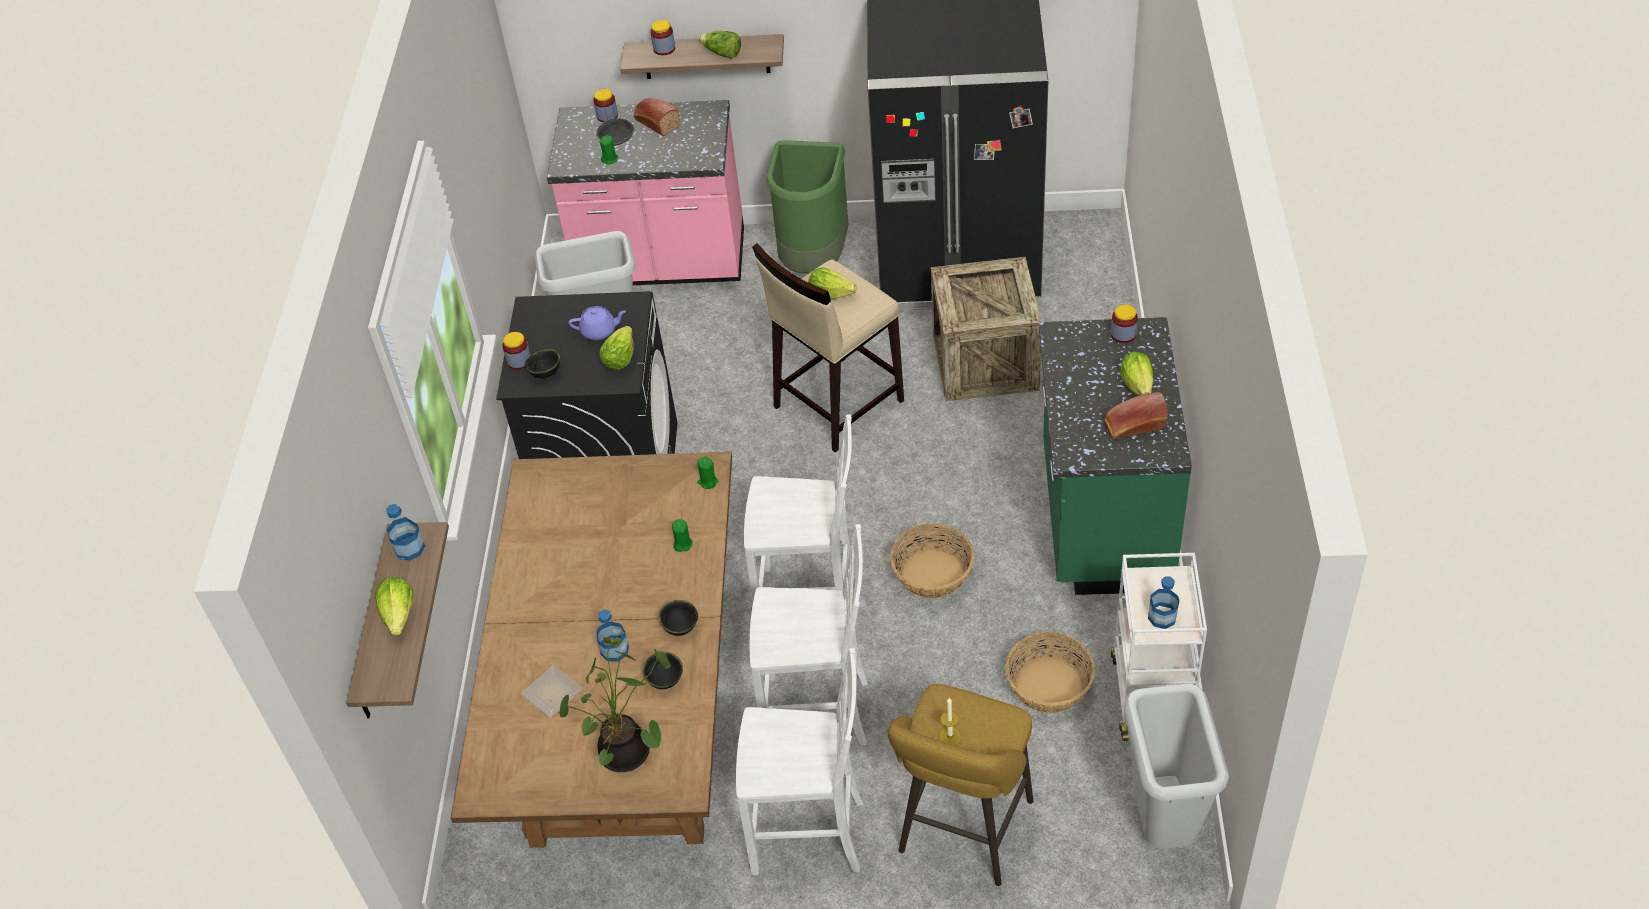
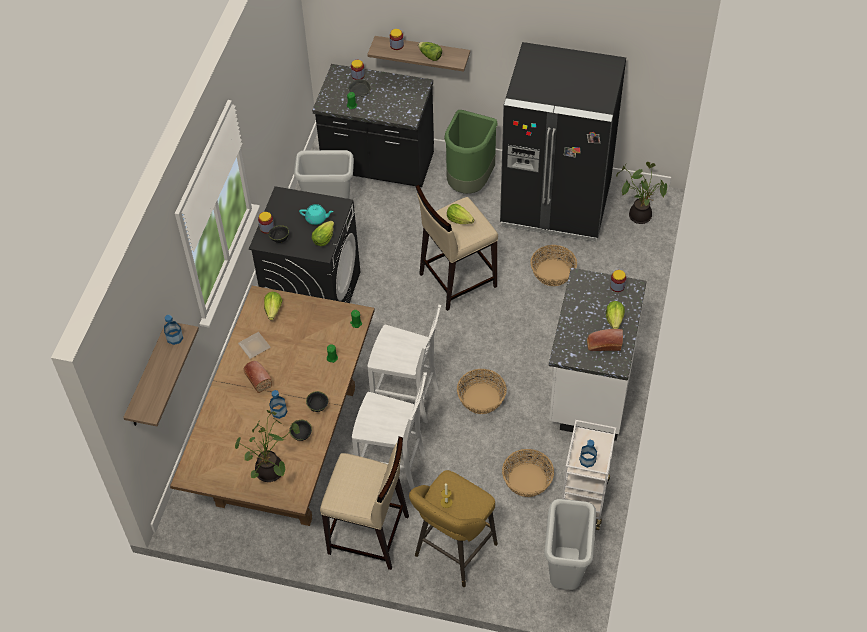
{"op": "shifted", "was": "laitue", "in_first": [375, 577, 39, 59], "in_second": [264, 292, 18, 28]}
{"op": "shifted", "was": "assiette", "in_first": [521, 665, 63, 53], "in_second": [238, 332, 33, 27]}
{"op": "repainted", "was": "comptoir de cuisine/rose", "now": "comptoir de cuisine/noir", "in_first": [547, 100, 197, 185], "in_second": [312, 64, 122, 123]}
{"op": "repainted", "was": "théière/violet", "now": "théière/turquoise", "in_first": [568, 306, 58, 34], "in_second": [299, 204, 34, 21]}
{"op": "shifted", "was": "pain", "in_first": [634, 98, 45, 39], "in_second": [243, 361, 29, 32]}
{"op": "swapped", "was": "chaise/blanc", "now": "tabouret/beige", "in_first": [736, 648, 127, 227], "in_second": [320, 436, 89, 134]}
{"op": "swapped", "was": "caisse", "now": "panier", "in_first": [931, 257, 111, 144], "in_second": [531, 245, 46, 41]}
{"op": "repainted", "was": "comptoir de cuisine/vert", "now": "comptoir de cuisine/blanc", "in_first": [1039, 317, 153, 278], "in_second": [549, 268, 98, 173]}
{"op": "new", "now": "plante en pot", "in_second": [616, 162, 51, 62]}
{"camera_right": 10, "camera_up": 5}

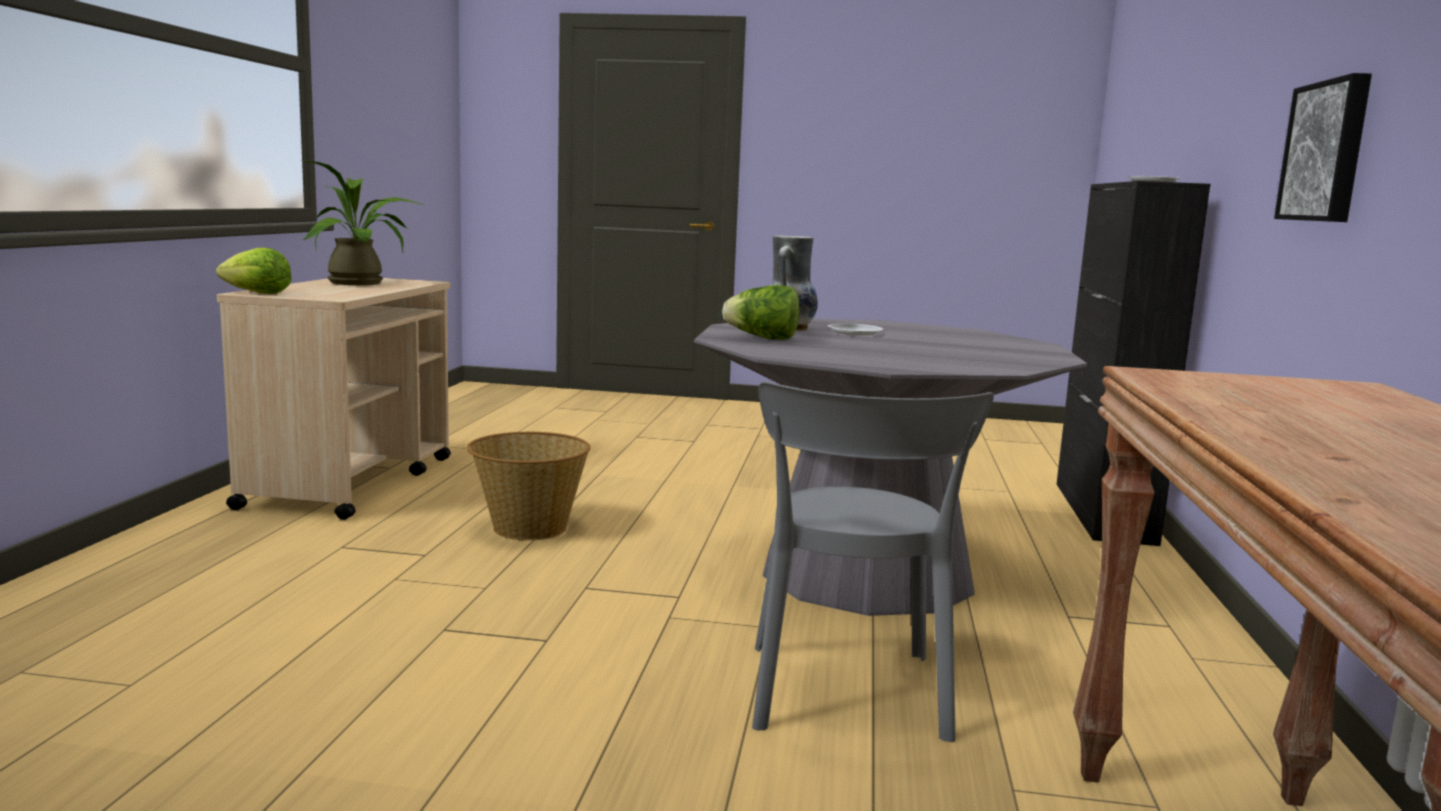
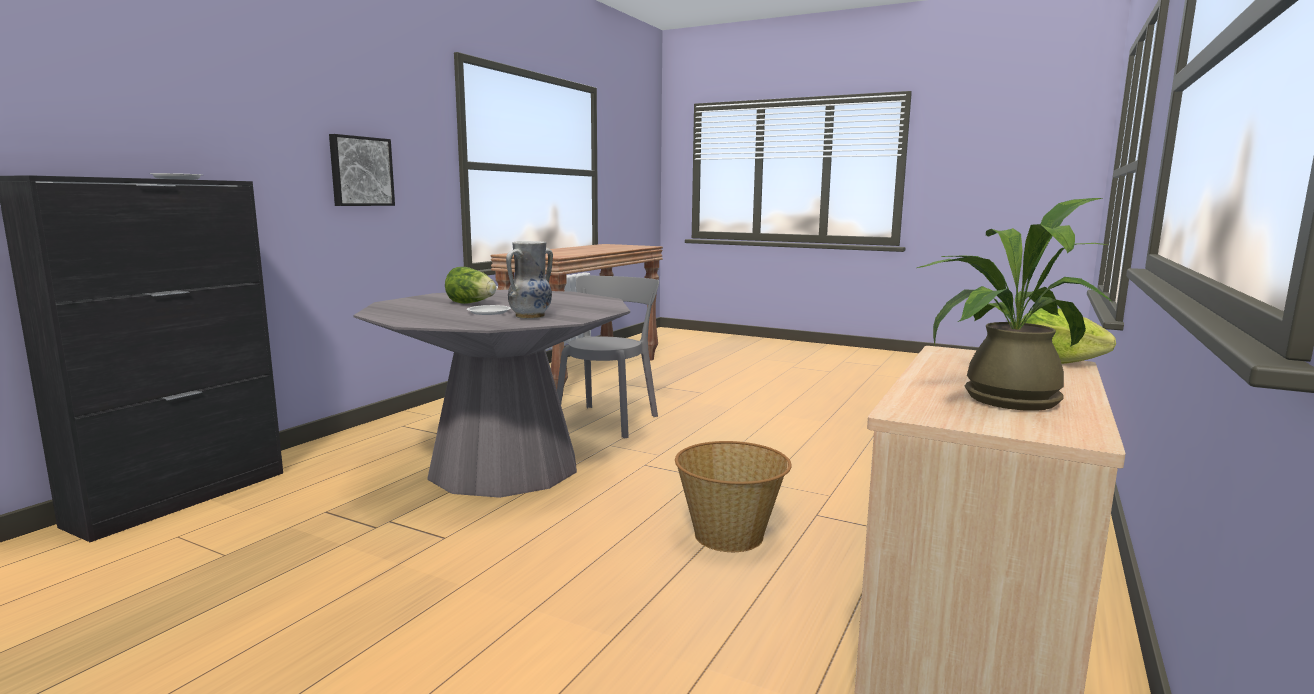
{"op": "shifted", "was": "laitue", "in_first": [722, 285, 78, 54], "in_second": [445, 267, 52, 37]}
{"camera_right": -160, "camera_up": 0}

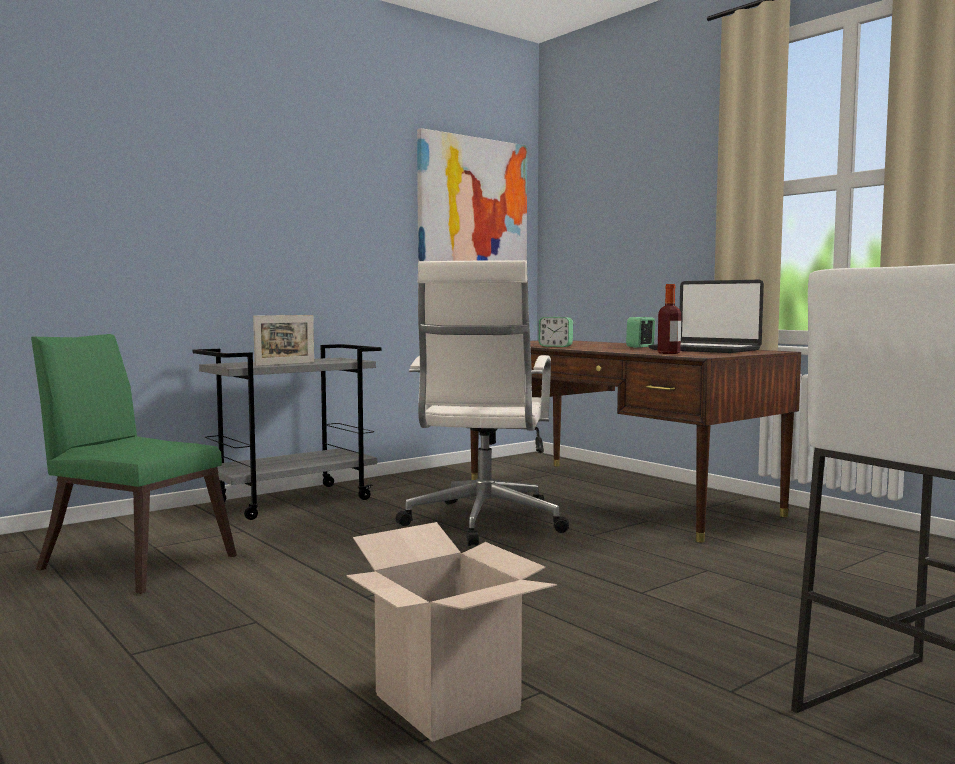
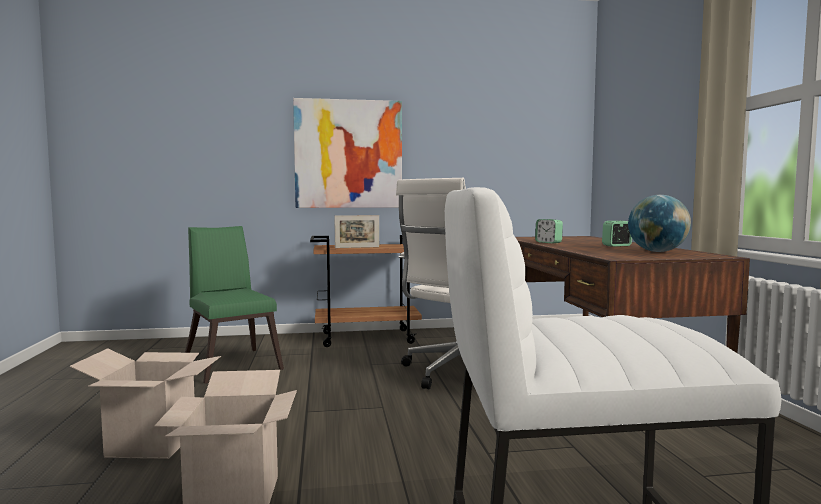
{"op": "repainted", "was": "chariot/gris", "now": "chariot/marron", "in_first": [193, 344, 189, 176], "in_second": [310, 235, 112, 112]}
{"op": "shifted", "was": "tableau", "in_first": [417, 128, 110, 134], "in_second": [293, 98, 109, 110]}
{"op": "swapped", "was": "ordinateur portable", "now": "globe", "in_first": [649, 280, 115, 73], "in_second": [628, 195, 63, 57]}
{"op": "gone", "was": "bouteille", "in_first": [658, 284, 23, 70]}
{"op": "new", "now": "carton", "in_second": [69, 348, 152, 111]}
{"camera_right": 30, "camera_up": 0}

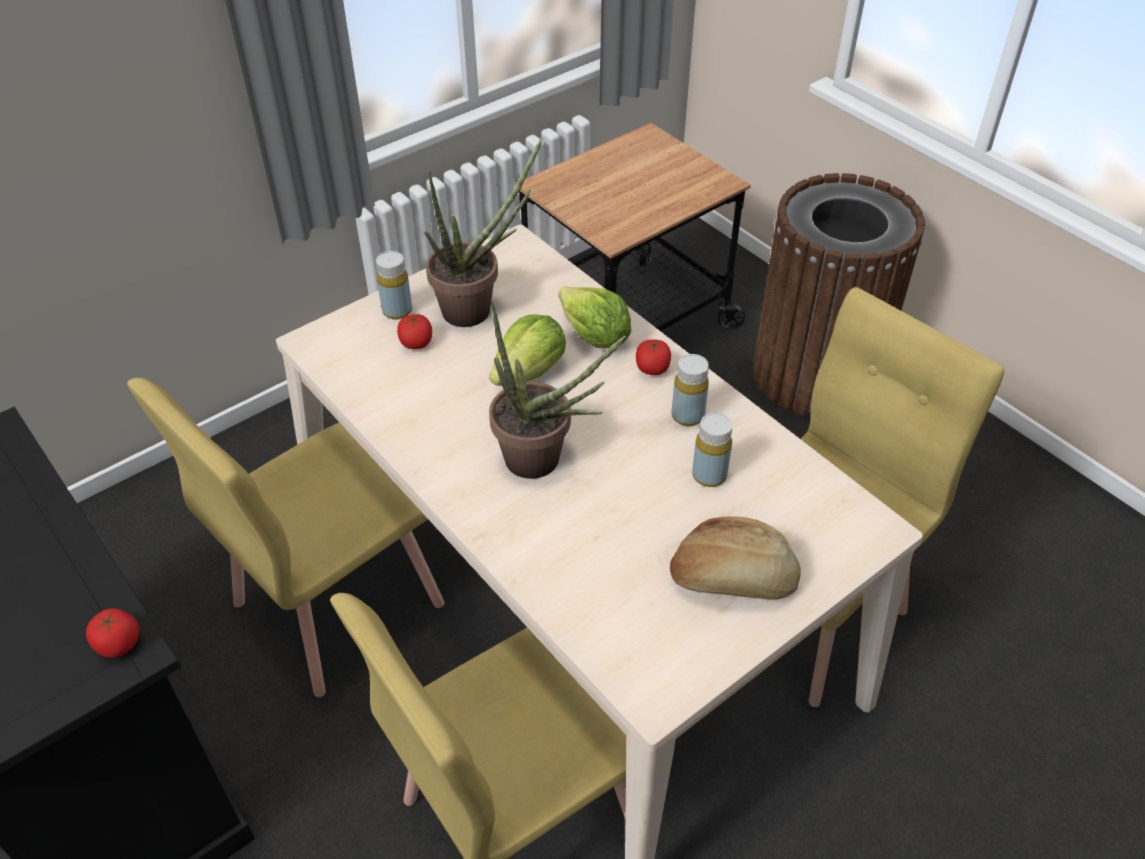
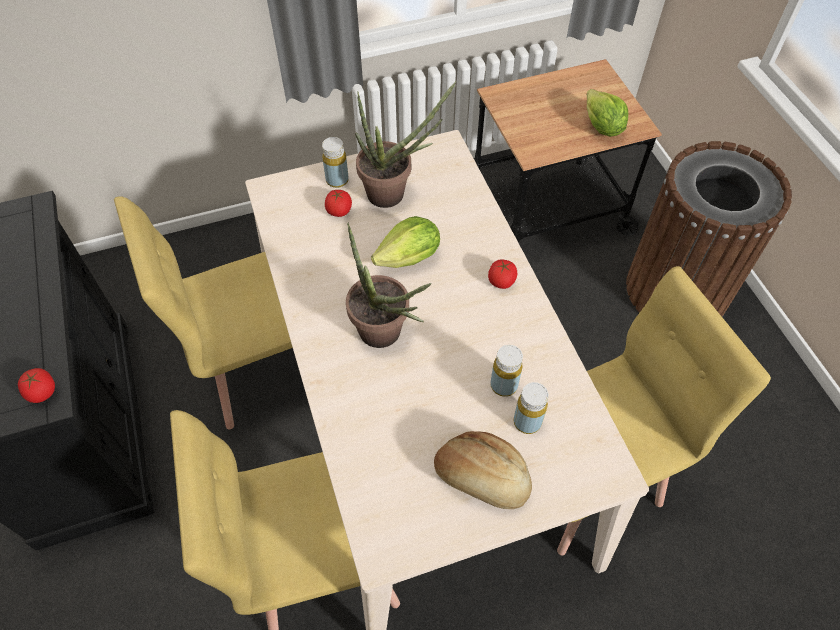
{"op": "shifted", "was": "laitue", "in_first": [558, 286, 73, 62], "in_second": [587, 89, 41, 48]}
{"op": "shifted", "was": "bouteille/jaune", "in_first": [672, 354, 37, 72], "in_second": [513, 382, 36, 52]}
{"camera_right": 20, "camera_up": 10}

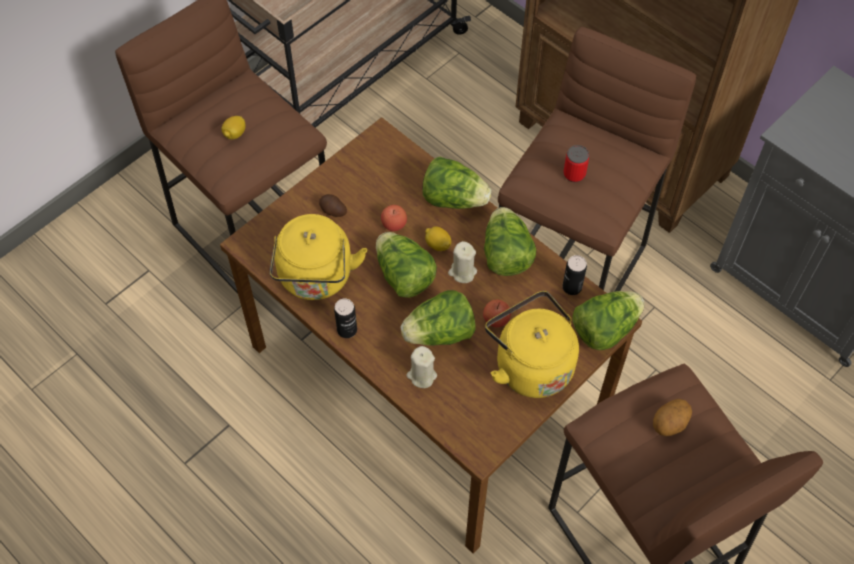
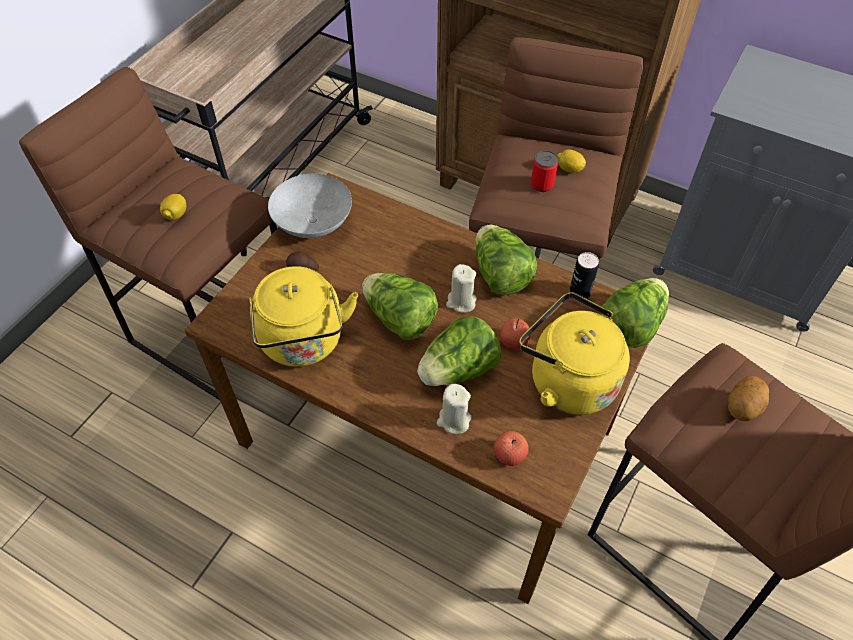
{"op": "gone", "was": "boîte métallique", "in_first": [334, 299, 23, 39]}
{"op": "shifted", "was": "pomme", "in_first": [381, 205, 26, 26], "in_second": [494, 431, 35, 35]}
{"op": "gone", "was": "laitue", "in_first": [422, 156, 69, 53]}
{"op": "shifted", "was": "citron", "in_first": [425, 226, 26, 25], "in_second": [557, 149, 29, 24]}
{"op": "new", "now": "bol/gris", "in_second": [268, 174, 84, 64]}
{"camera_right": -15, "camera_up": -5}

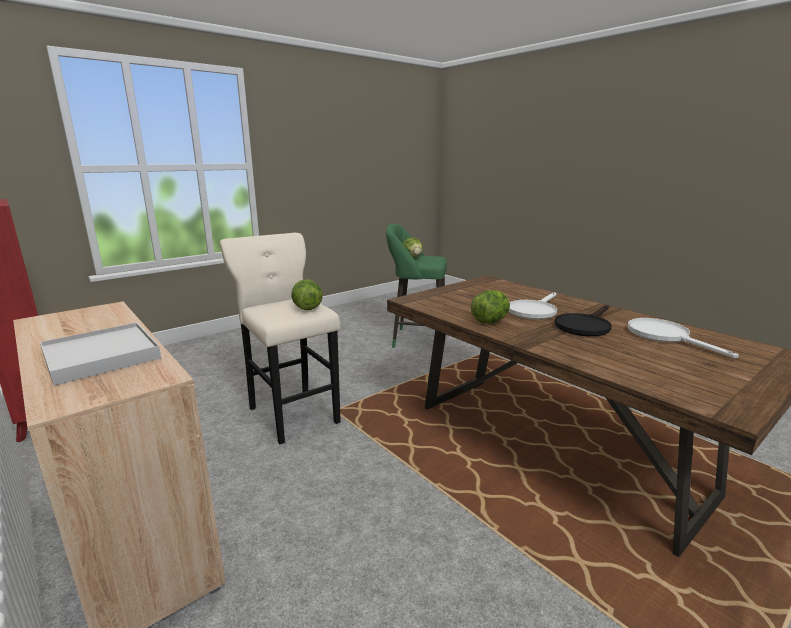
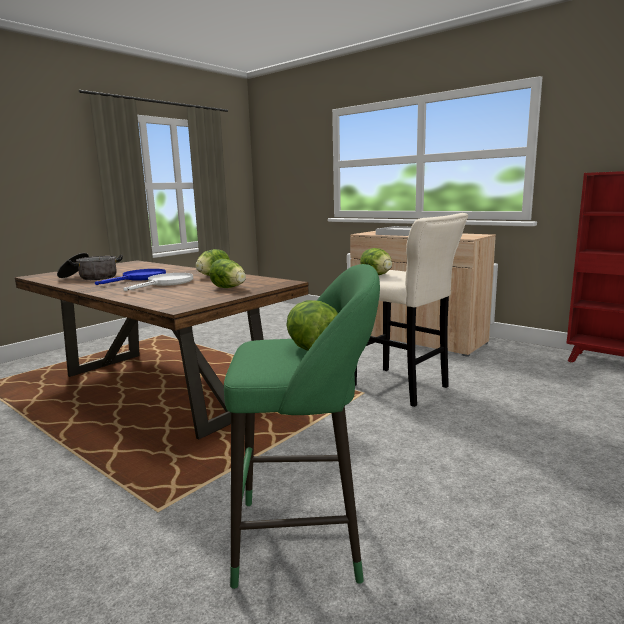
{"op": "repainted", "was": "poêle/noir", "now": "poêle/bleu", "in_first": [555, 305, 57, 31], "in_second": [95, 269, 71, 16]}
{"op": "swapped", "was": "poêle/blanc", "now": "marmite", "in_first": [627, 318, 112, 40], "in_second": [57, 253, 66, 27]}
{"op": "new", "now": "laitue", "in_second": [209, 259, 37, 29]}
{"camera_right": 170, "camera_up": -5}

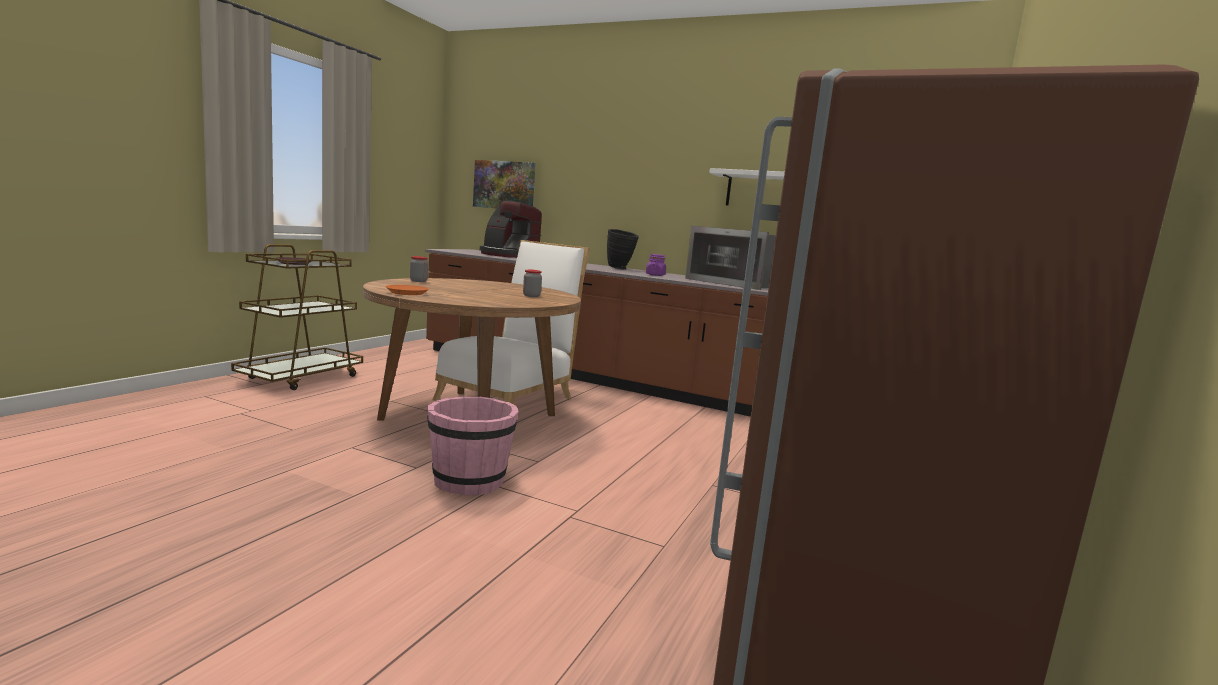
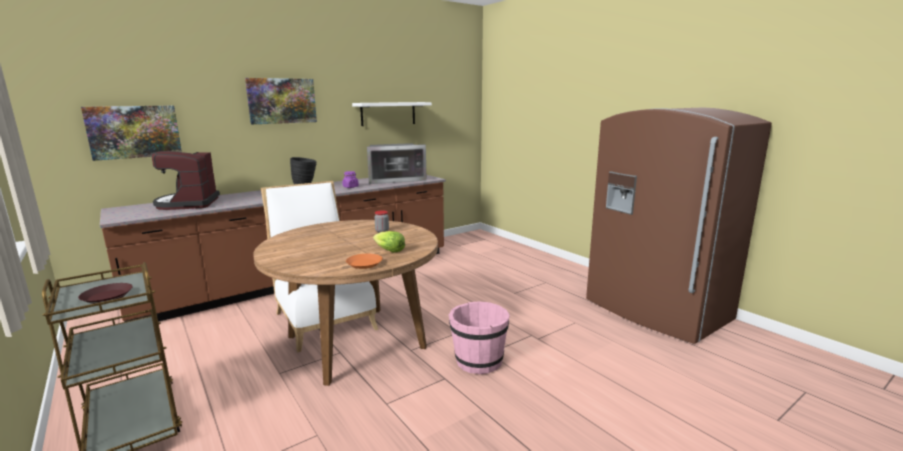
{"op": "gone", "was": "bocal", "in_first": [410, 256, 18, 26]}
{"op": "rotated", "was": "machine à café", "in_first": [480, 201, 62, 57], "in_second": [152, 151, 68, 59], "clockwise": 105}
{"op": "new", "now": "tableau", "in_second": [245, 78, 72, 46]}
{"op": "new", "now": "laitue", "in_second": [373, 231, 32, 22]}
{"camera_right": -60, "camera_up": 5}

